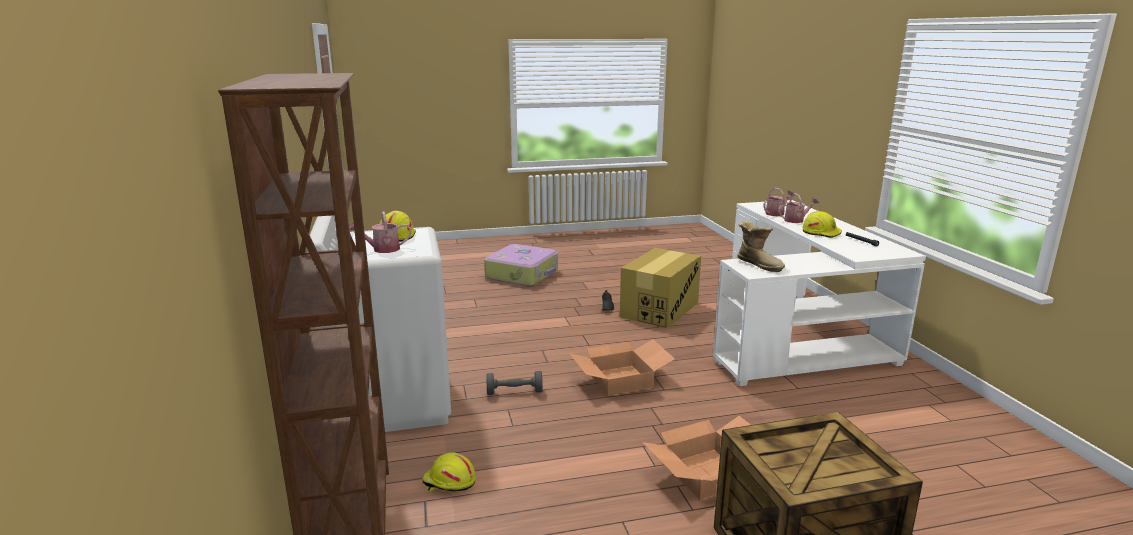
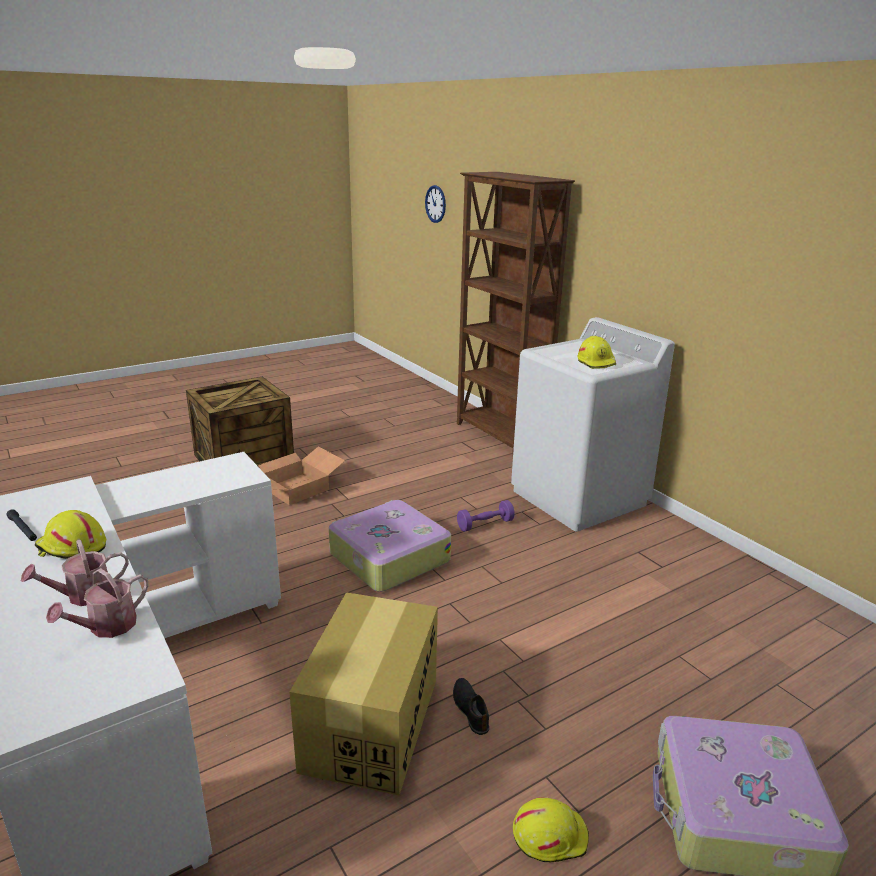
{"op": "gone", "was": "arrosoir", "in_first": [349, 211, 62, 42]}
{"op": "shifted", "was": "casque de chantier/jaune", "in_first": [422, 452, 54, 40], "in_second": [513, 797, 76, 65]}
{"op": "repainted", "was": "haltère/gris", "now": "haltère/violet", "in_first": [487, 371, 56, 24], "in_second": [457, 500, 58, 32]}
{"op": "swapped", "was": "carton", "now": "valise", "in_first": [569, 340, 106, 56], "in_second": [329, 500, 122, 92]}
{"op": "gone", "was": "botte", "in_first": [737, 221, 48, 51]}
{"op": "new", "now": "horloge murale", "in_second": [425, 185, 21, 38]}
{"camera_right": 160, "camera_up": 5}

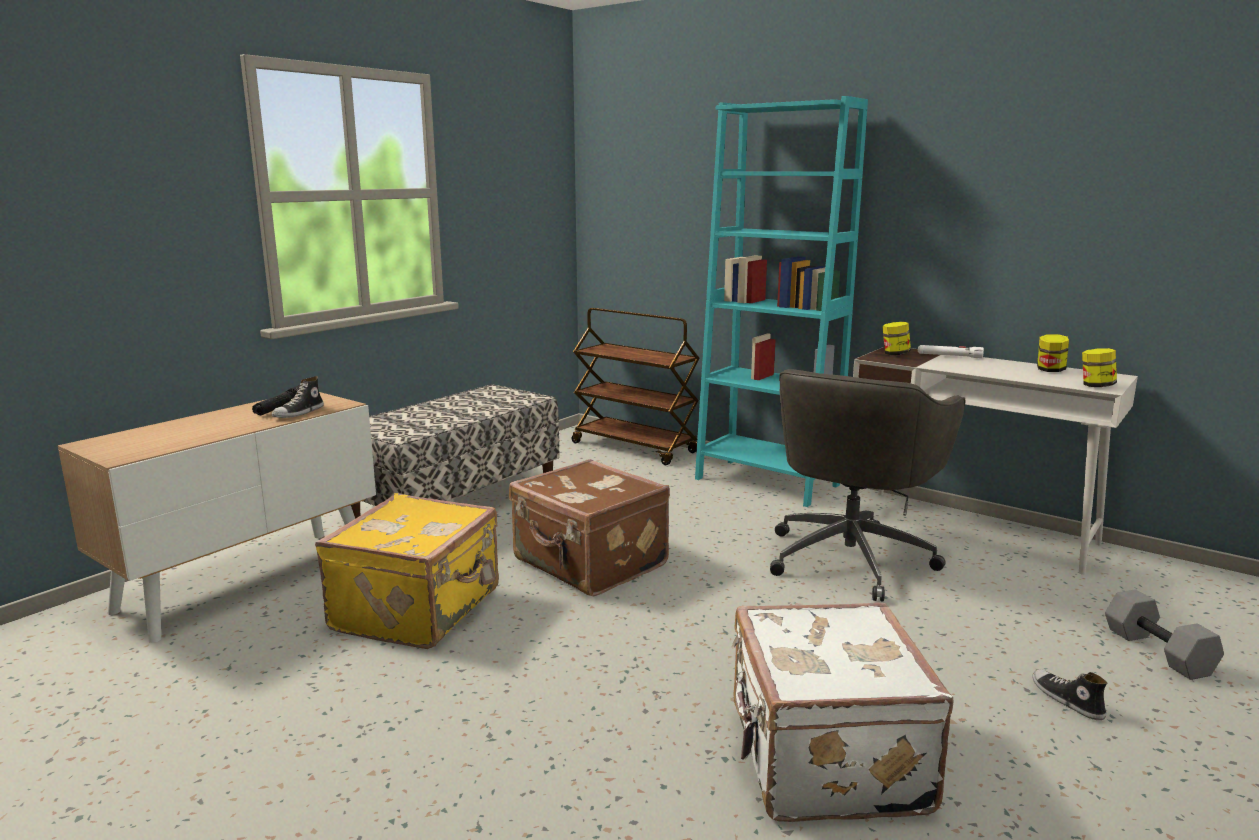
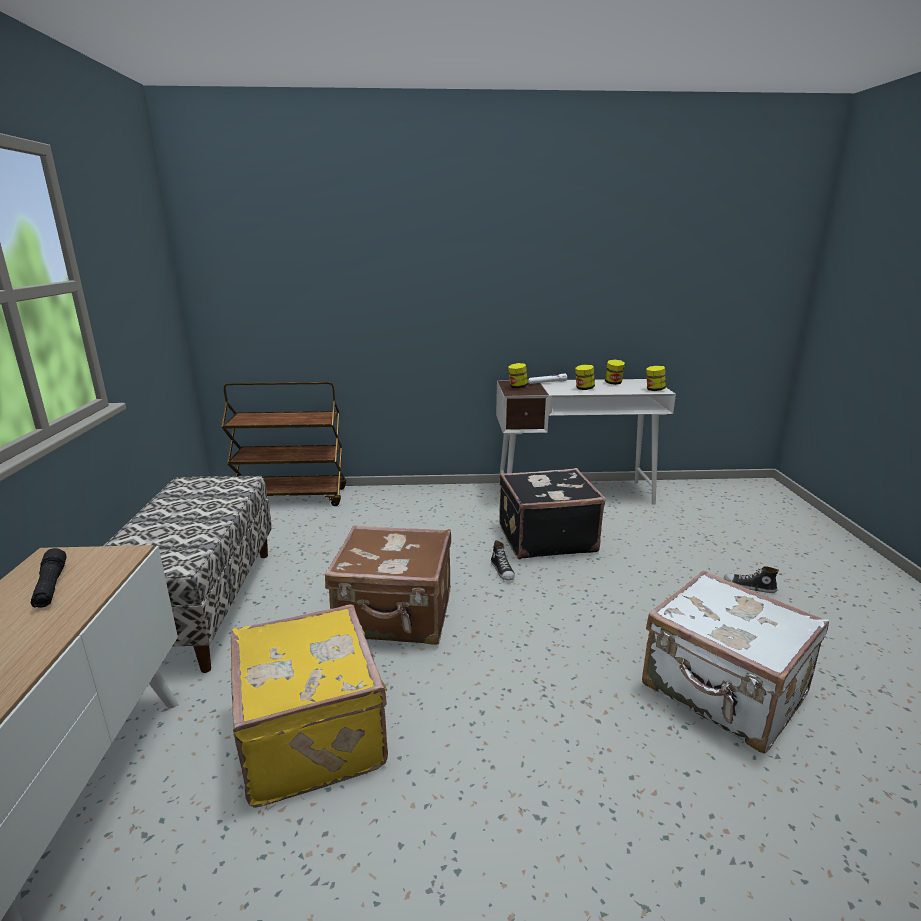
{"op": "shifted", "was": "chaussure", "in_first": [272, 376, 52, 42], "in_second": [491, 540, 24, 40]}
{"op": "gone", "was": "bibliothèque/turquoise", "in_first": [695, 96, 173, 411]}
{"op": "swapped", "was": "chaise de bureau/gris", "now": "valise/noir", "in_first": [770, 369, 195, 233], "in_second": [499, 468, 107, 91]}
{"op": "gone", "was": "haltère/gris", "in_first": [1105, 589, 119, 91]}
{"op": "new", "now": "bocal", "in_second": [575, 364, 20, 26]}
{"camera_right": -40, "camera_up": 5}

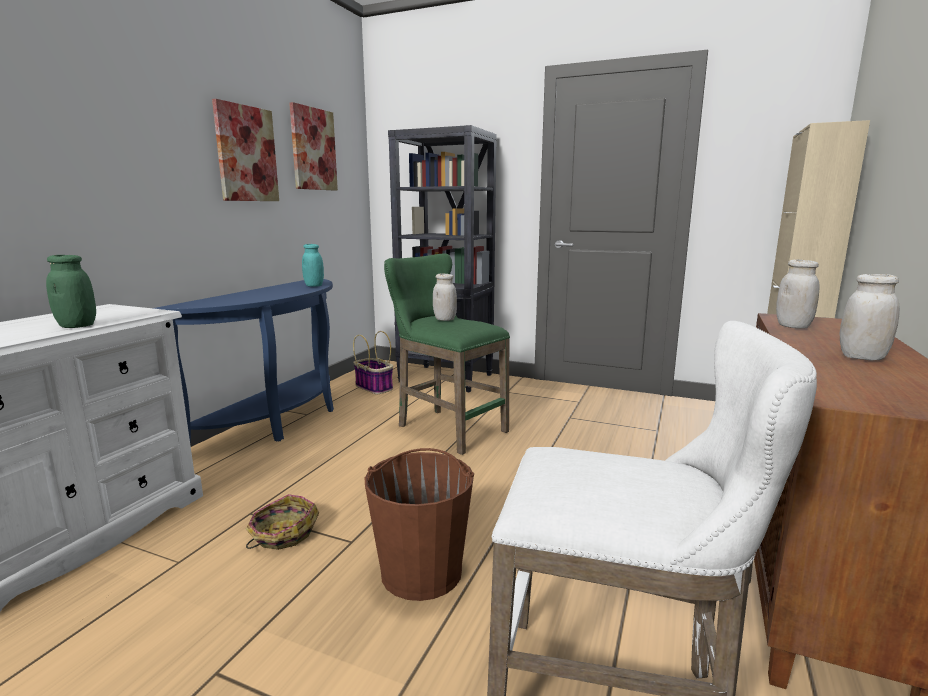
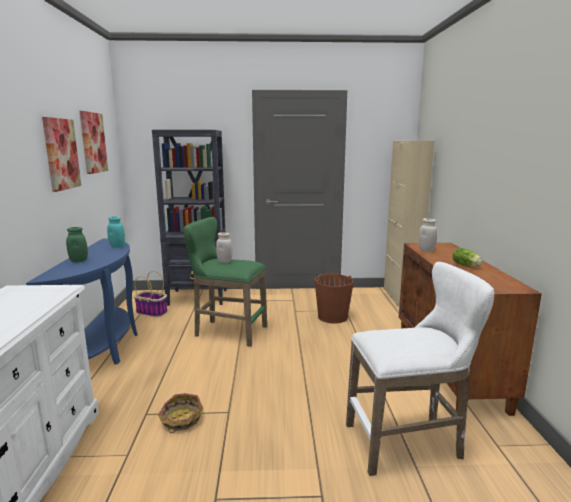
{"op": "shifted", "was": "bocal/vert", "in_first": [46, 255, 50, 73], "in_second": [66, 227, 22, 35]}
{"op": "shifted", "was": "seau/marron", "in_first": [364, 448, 110, 153], "in_second": [314, 273, 40, 50]}
{"op": "swapped", "was": "bocal/blanc", "now": "laitue", "in_first": [840, 274, 60, 86], "in_second": [452, 248, 30, 19]}
{"camera_right": -25, "camera_up": 0}

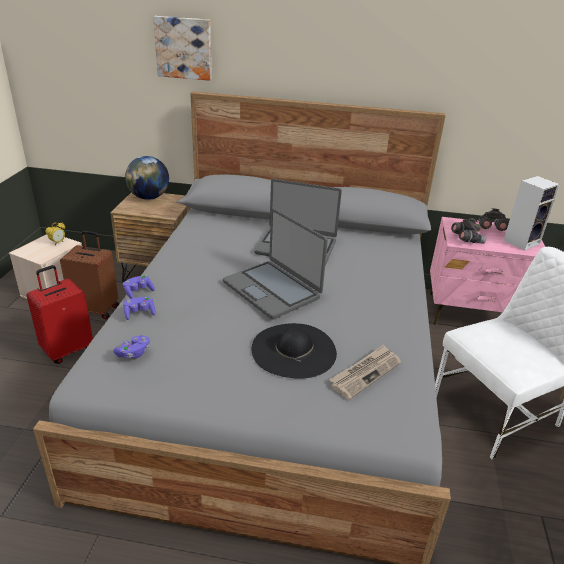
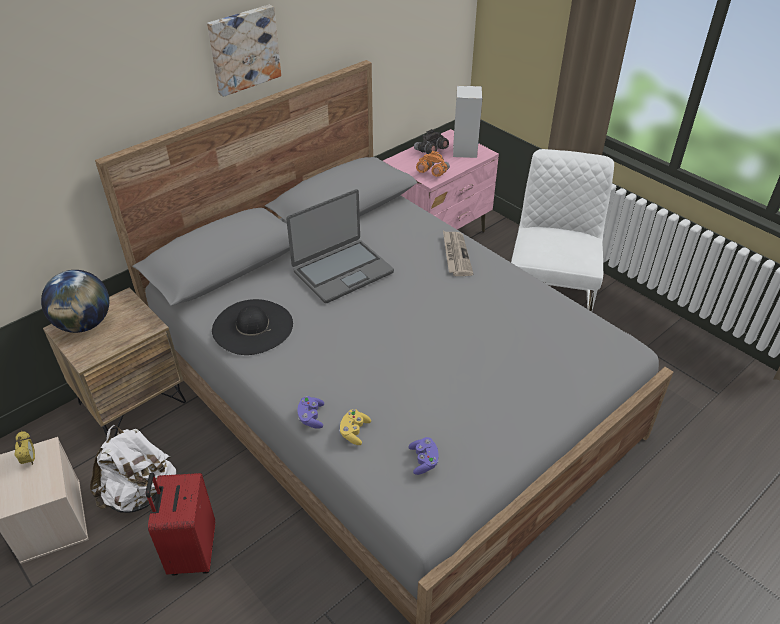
{"op": "swapped", "was": "valise/marron", "now": "sac à dos/blanc", "in_first": [60, 231, 59, 88], "in_second": [90, 425, 86, 88]}
{"op": "repainted", "was": "manette/violet", "now": "manette/jaune", "in_first": [123, 297, 33, 23], "in_second": [339, 409, 32, 36]}
{"op": "shifted", "was": "tableau", "in_first": [153, 16, 59, 65], "in_second": [207, 5, 74, 92]}
{"op": "gone", "was": "ordinateur portable", "in_first": [223, 208, 105, 111]}
{"op": "shifted", "was": "chapeau/noir", "in_first": [252, 323, 85, 56], "in_second": [212, 299, 81, 56]}
{"op": "shifted", "was": "journal", "in_first": [329, 345, 72, 55], "in_second": [443, 231, 30, 45]}
{"op": "repainted", "was": "jumelles/gris", "now": "jumelles/orange", "in_first": [451, 218, 35, 26], "in_second": [416, 151, 34, 26]}
{"camera_right": -50, "camera_up": 10}

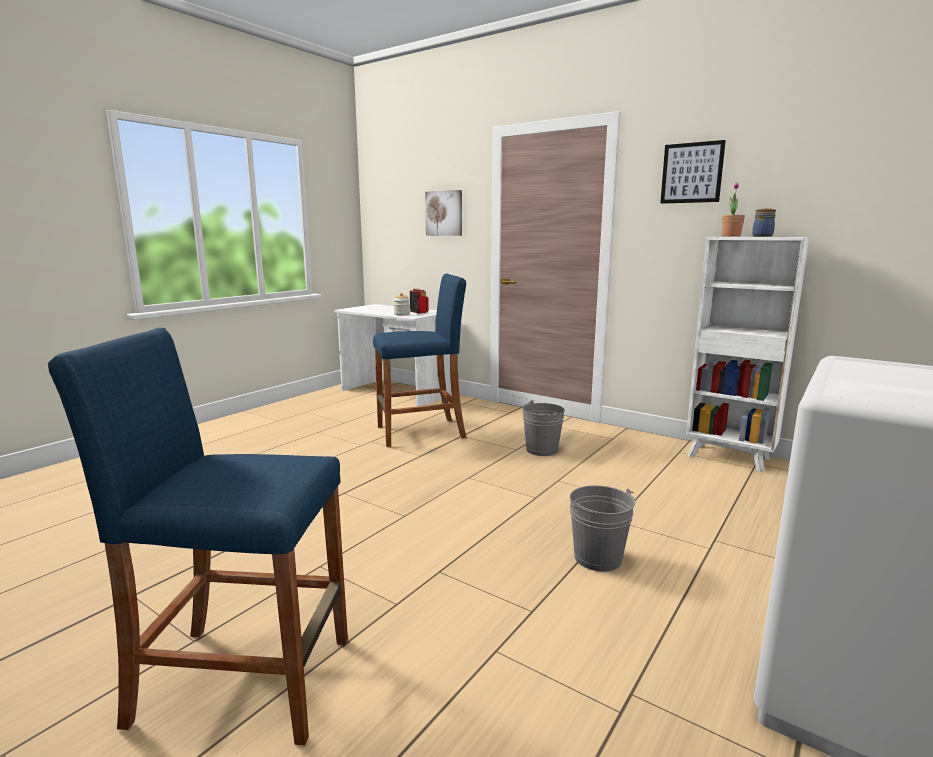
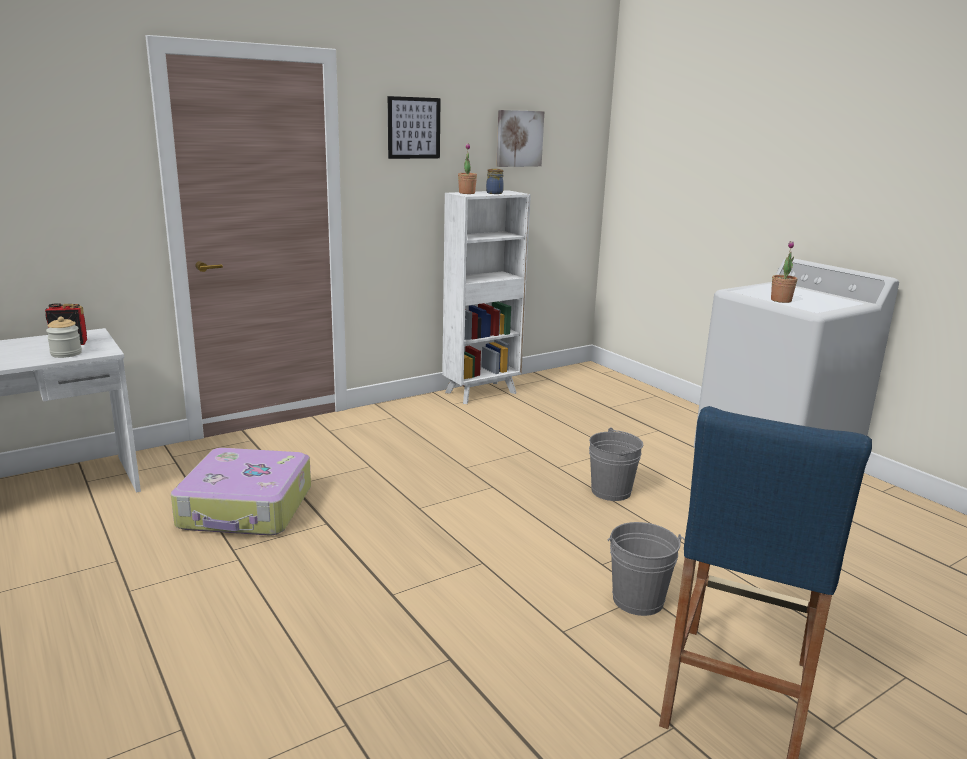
{"op": "swapped", "was": "tabouret/bleu", "now": "valise", "in_first": [373, 273, 94, 174], "in_second": [171, 448, 140, 87]}
{"op": "shifted", "was": "tableau", "in_first": [425, 190, 37, 46], "in_second": [496, 110, 49, 57]}
{"op": "shifted", "was": "seau/gris", "in_first": [522, 400, 43, 56], "in_second": [608, 522, 77, 94]}
{"op": "new", "now": "plante en pot", "in_second": [771, 241, 26, 62]}
{"camera_right": -70, "camera_up": 5}

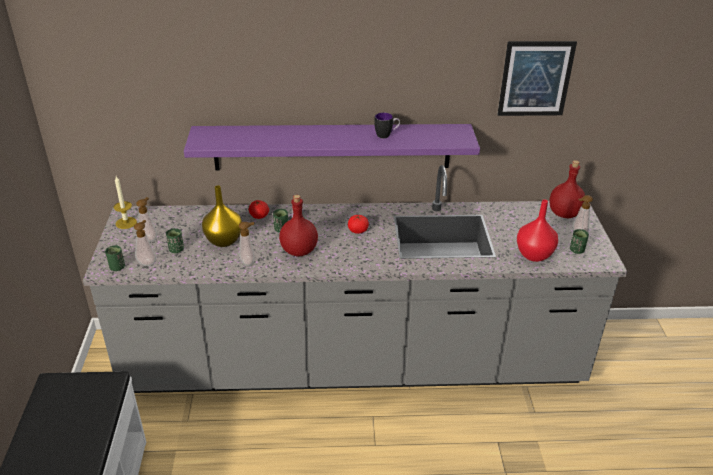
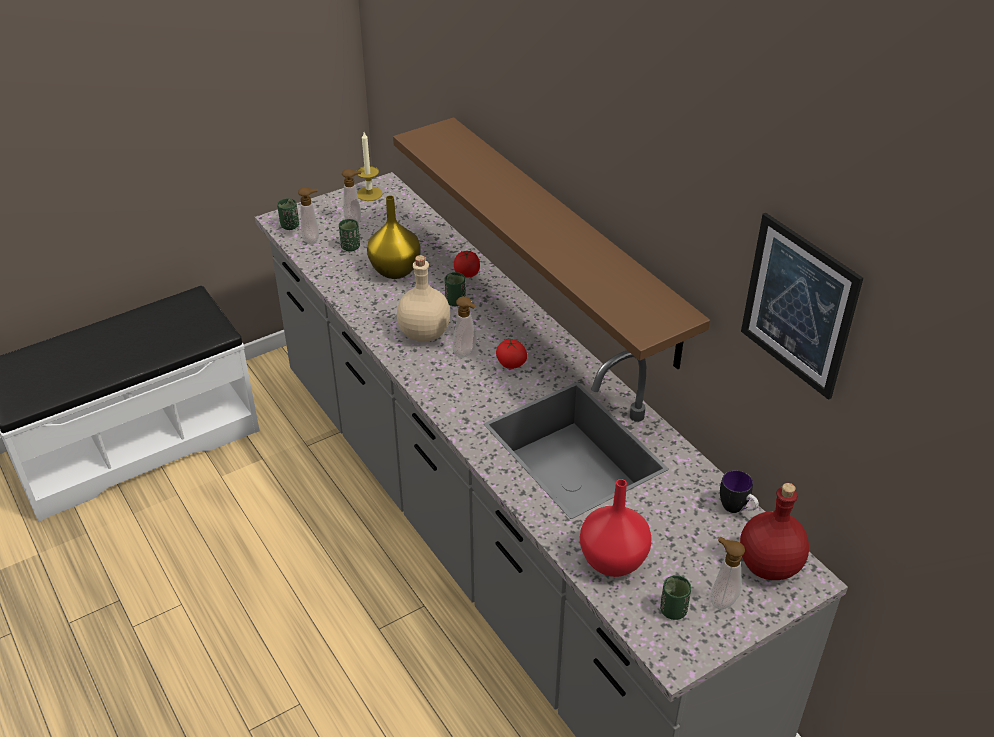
{"op": "repainted", "was": "étagère/violet", "now": "étagère/marron", "in_first": [184, 124, 296, 46], "in_second": [393, 117, 317, 253]}
{"op": "shifted", "was": "distributeur de savon", "in_first": [239, 222, 16, 44], "in_second": [453, 296, 24, 62]}
{"op": "repainted", "was": "bouteille/rouge", "now": "bouteille/beige", "in_first": [279, 195, 39, 62], "in_second": [397, 255, 53, 86]}
{"op": "shifted", "was": "mug", "in_first": [374, 112, 26, 27], "in_second": [720, 470, 39, 43]}
{"camera_right": 60, "camera_up": 5}

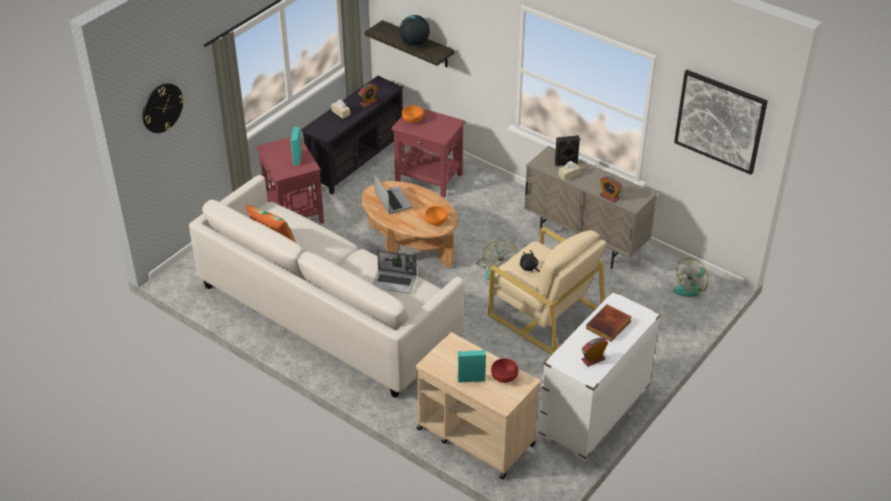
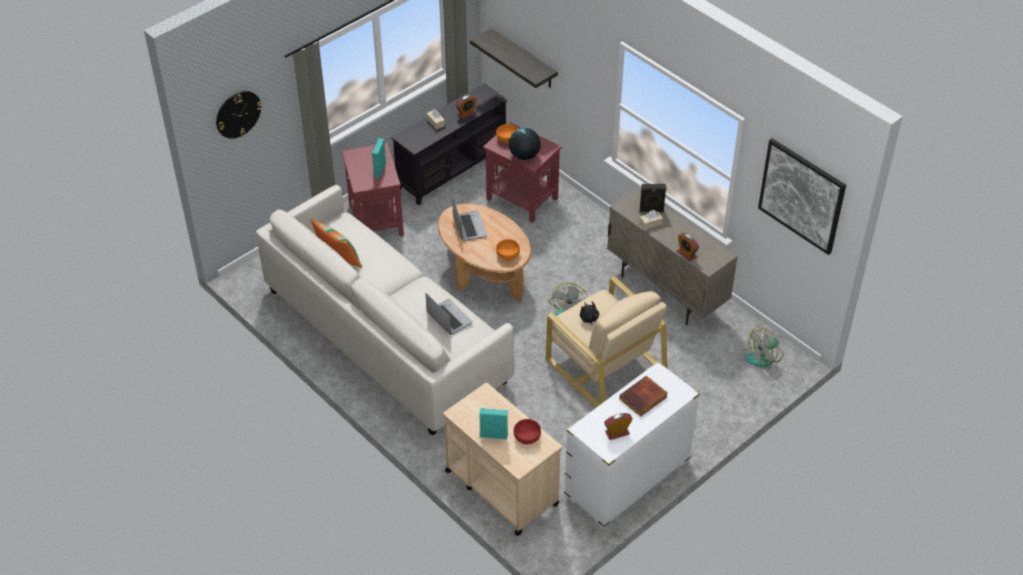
{"op": "rotated", "was": "ordinateur portable", "in_first": [373, 250, 44, 44], "in_second": [426, 293, 47, 42], "clockwise": -150}
{"op": "shifted", "was": "globe", "in_first": [399, 15, 31, 31], "in_second": [509, 128, 32, 32]}
{"camera_right": 10, "camera_up": 5}

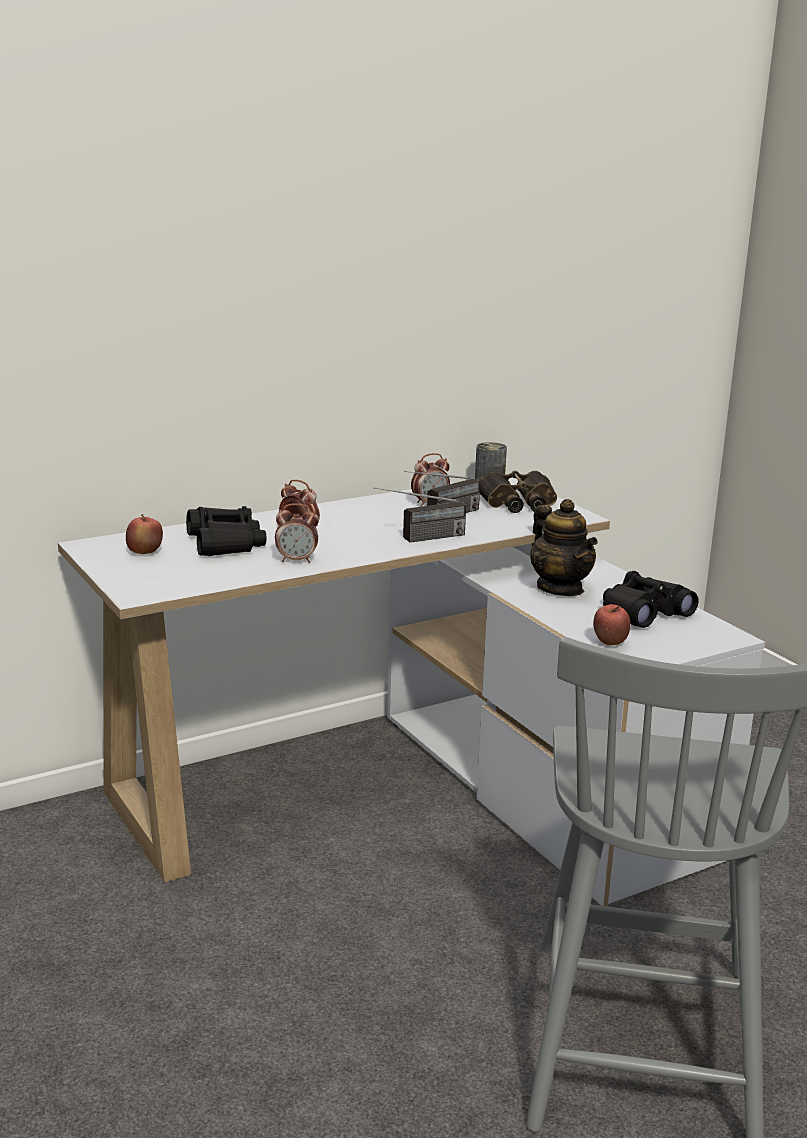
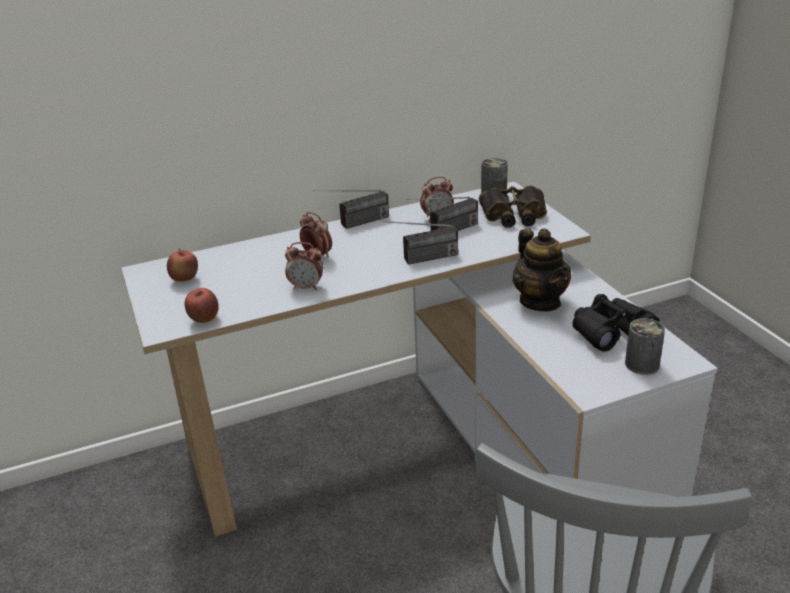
{"op": "gone", "was": "jumelles/noir", "in_first": [186, 506, 81, 50]}
{"op": "shifted", "was": "pomme", "in_first": [593, 604, 37, 41], "in_second": [184, 288, 35, 35]}
{"op": "new", "now": "radio", "in_second": [313, 190, 76, 39]}
{"op": "new", "now": "boîte métallique", "in_second": [625, 318, 40, 57]}
{"camera_right": 10, "camera_up": 10}

